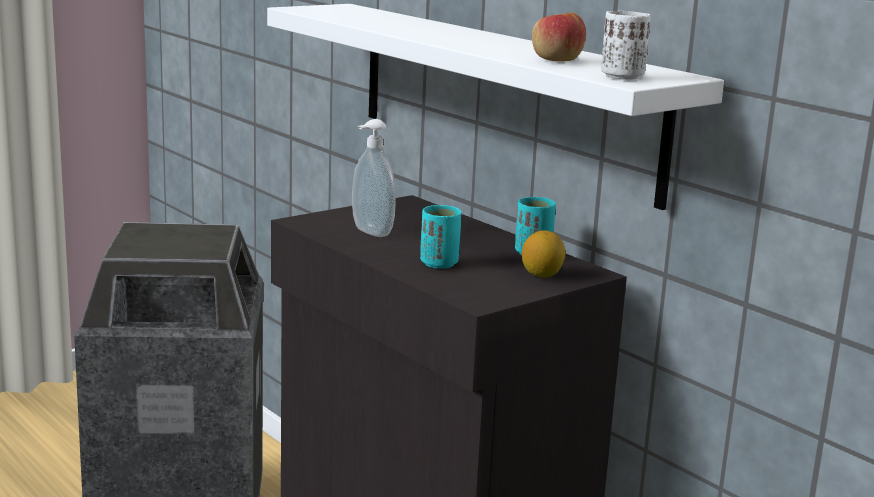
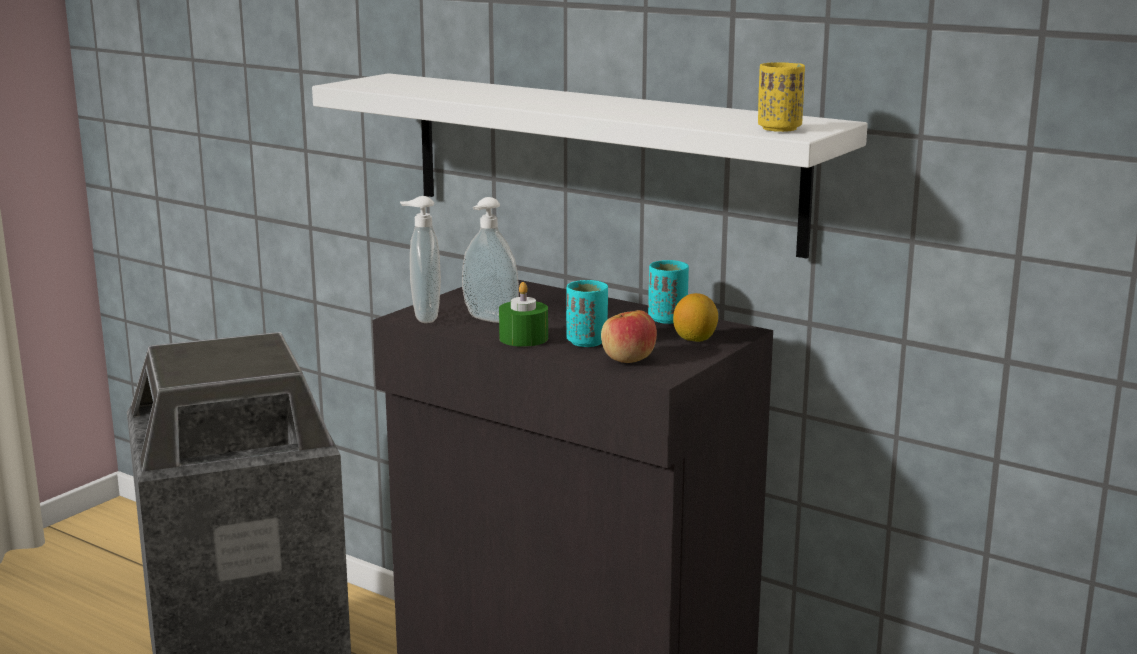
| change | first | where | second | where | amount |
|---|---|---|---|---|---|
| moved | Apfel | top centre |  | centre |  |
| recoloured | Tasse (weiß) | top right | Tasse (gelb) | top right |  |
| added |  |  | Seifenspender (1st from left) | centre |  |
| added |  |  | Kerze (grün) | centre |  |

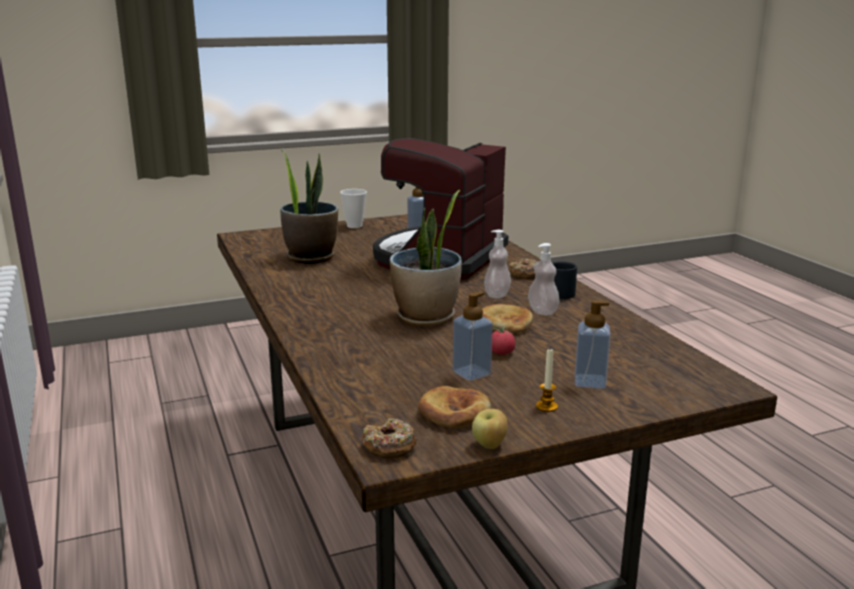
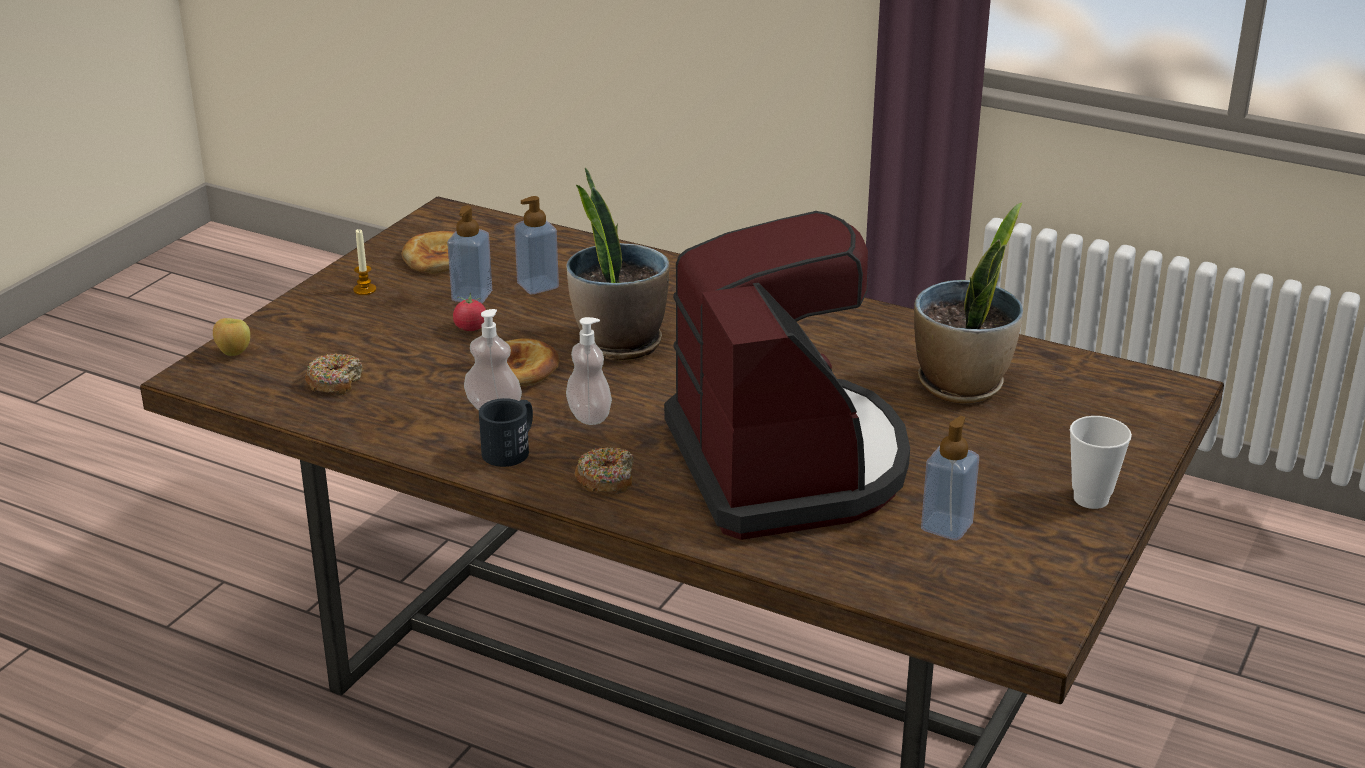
| change | first | where | second | where | amount |
|---|---|---|---|---|---|
| moved | Donut (1st from left) | bottom centre |  | middle left |  |
| moved | Apfel | bottom centre |  | middle left |  |
| moved | Seifenspender (5th from left in the first image) | middle right | Seifenspender (3rd from left) | top centre |  |

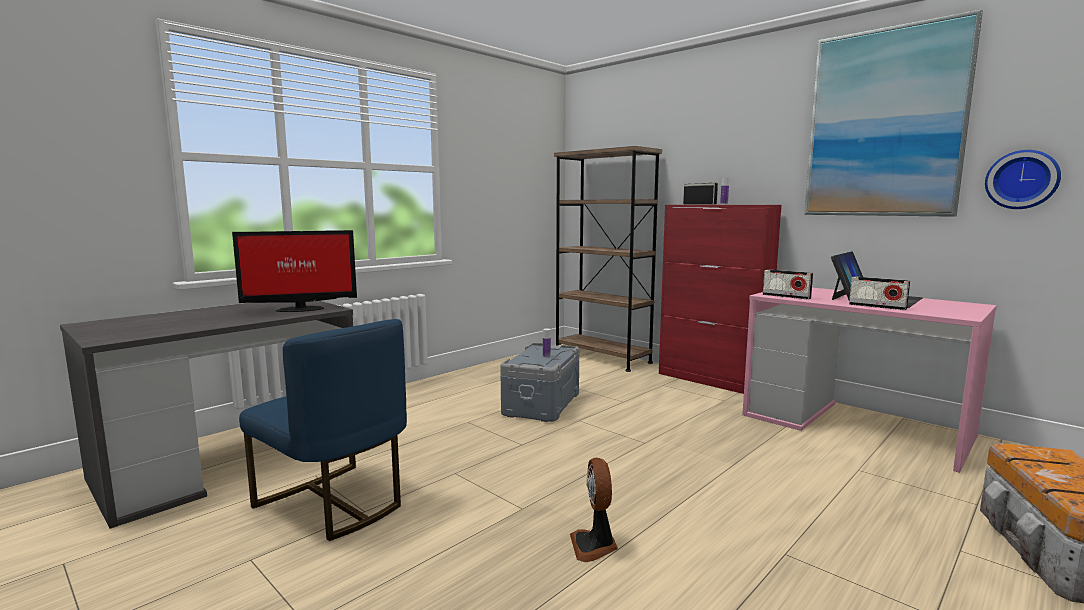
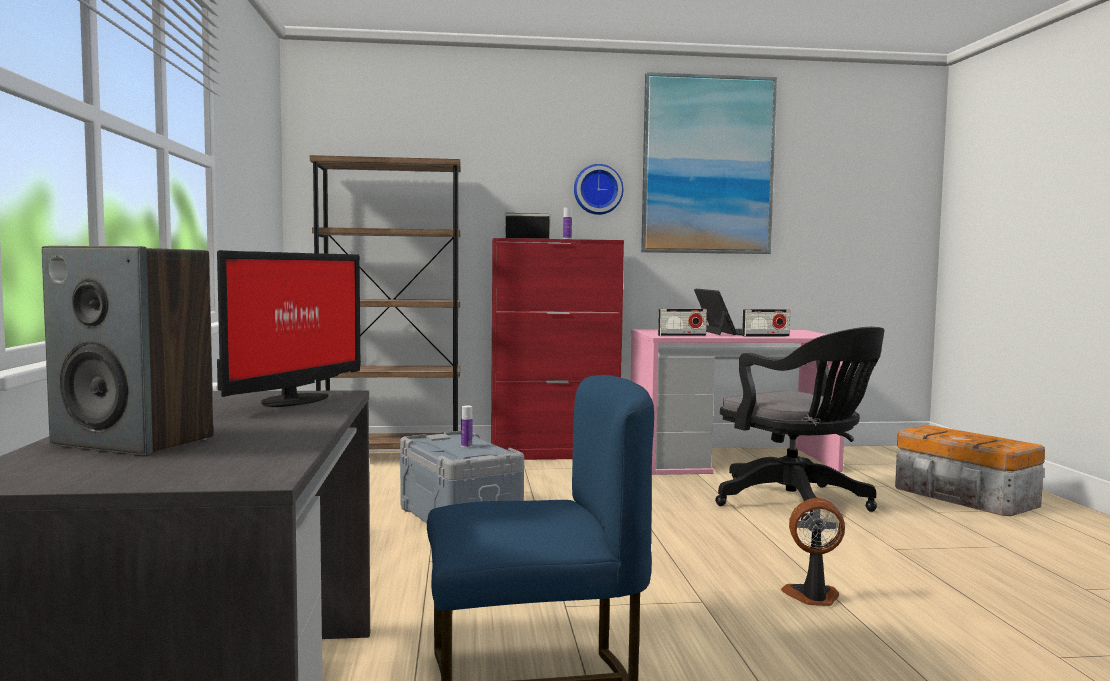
| change | first | where | second | where | amount |
|---|---|---|---|---|---|
| turned | Ventilator | bottom centre |  | bottom right | 150 degrees clockwise |
| moved | Wanduhr | top right |  | top centre |  |
| added |  |  | Lautsprecher | middle left |  |
| added |  |  | Bürostuhl (schwarz) | middle right |  |

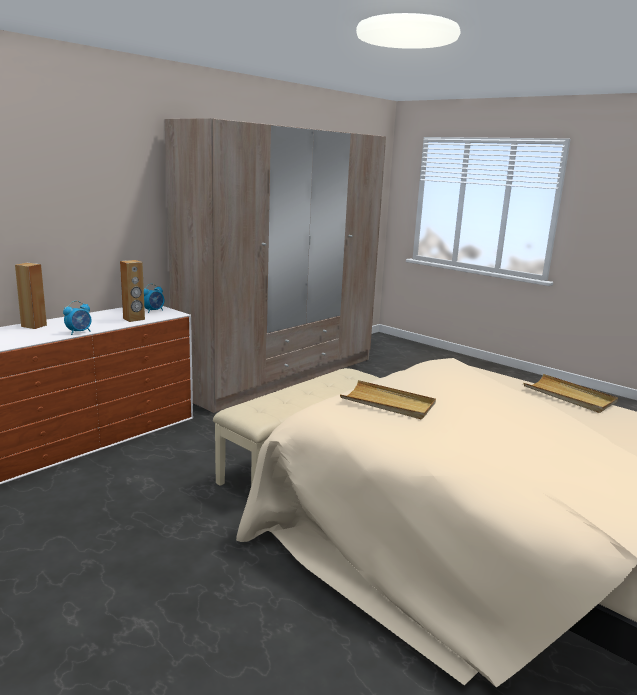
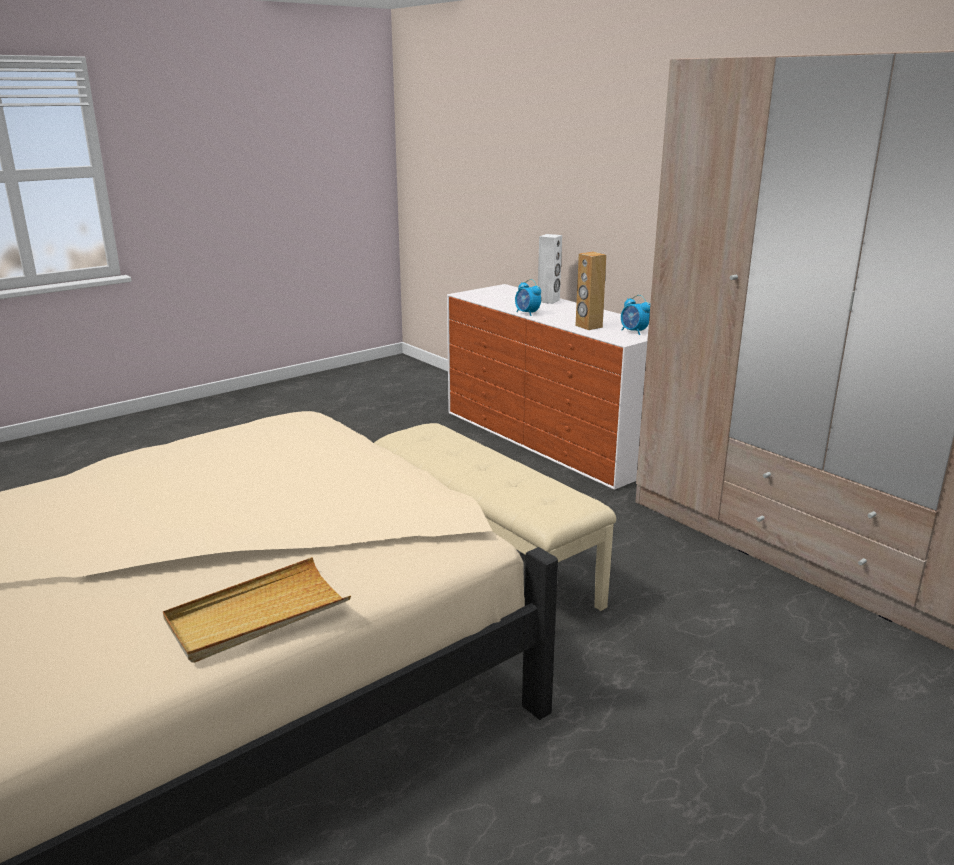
| change | first | where | second | where | amount |
|---|---|---|---|---|---|
| recoloured | Lautsprecher (braun) (1st from left) | middle left | Lautsprecher (weiß) | top centre |  |
| removed | Tablett (beige) (1st from left) | centre |  |  |  |

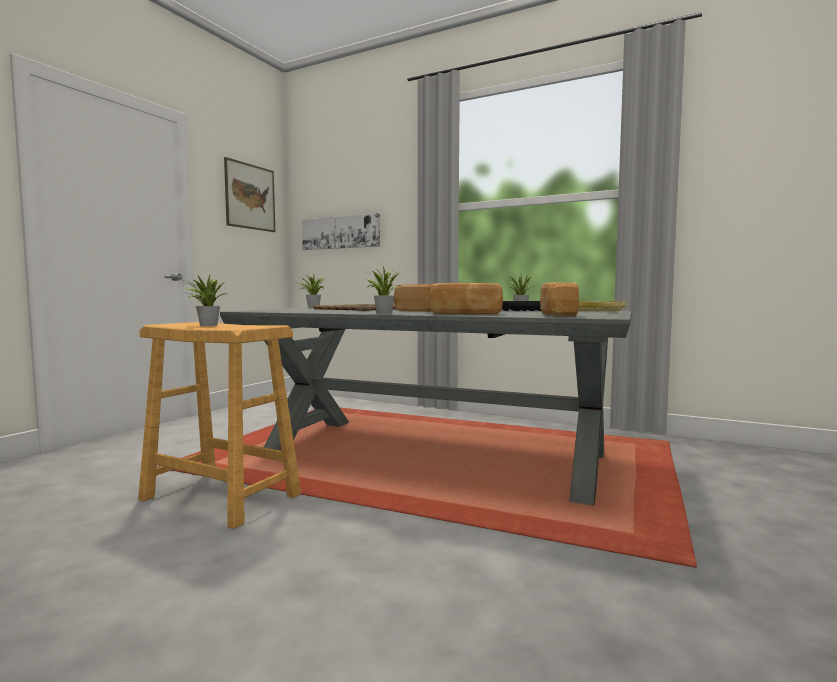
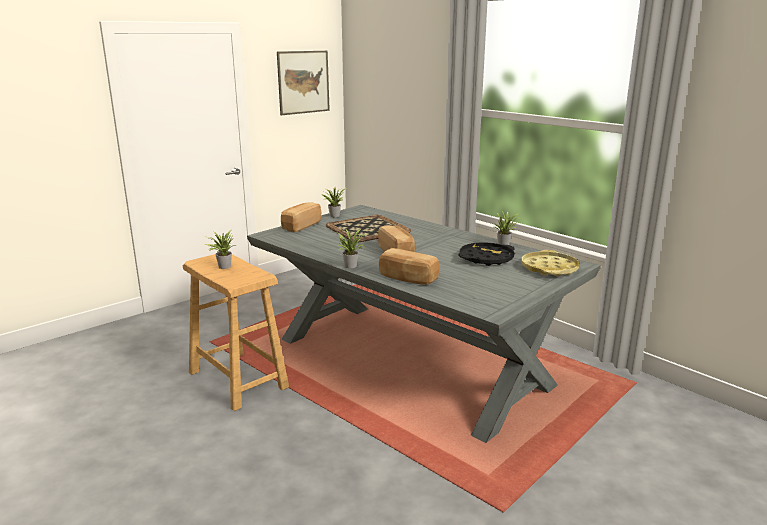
| change | first | where | second | where | amount |
|---|---|---|---|---|---|
| removed | Bild (2nd from left) | centre |  |  |  |
| moved | Brot (3rd from left in the first image) | middle right | Brot (1st from left) | centre |  |

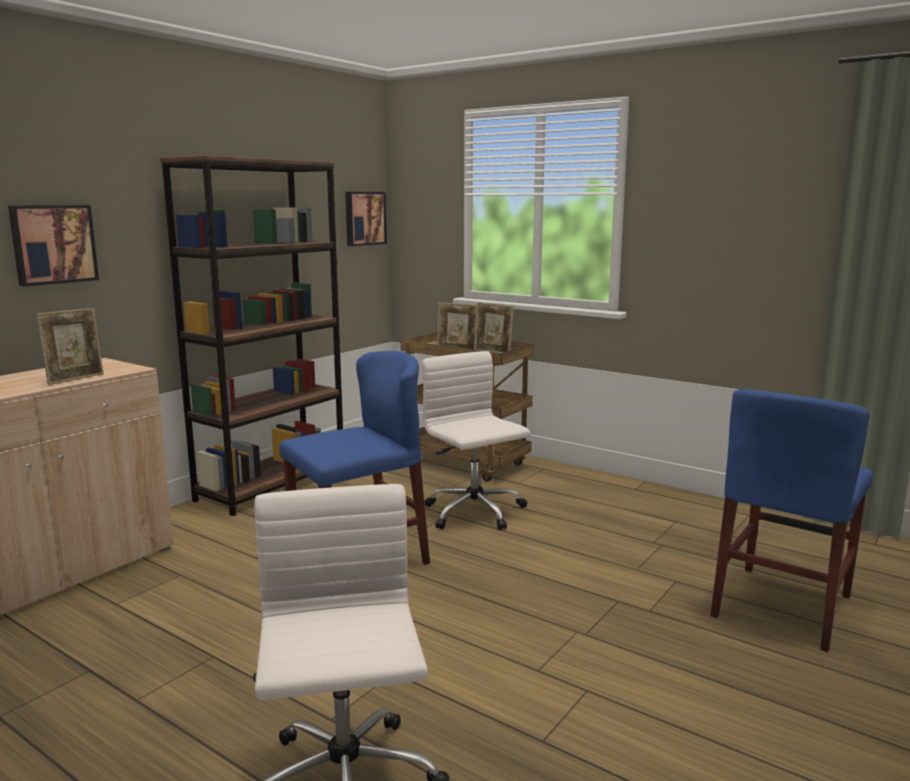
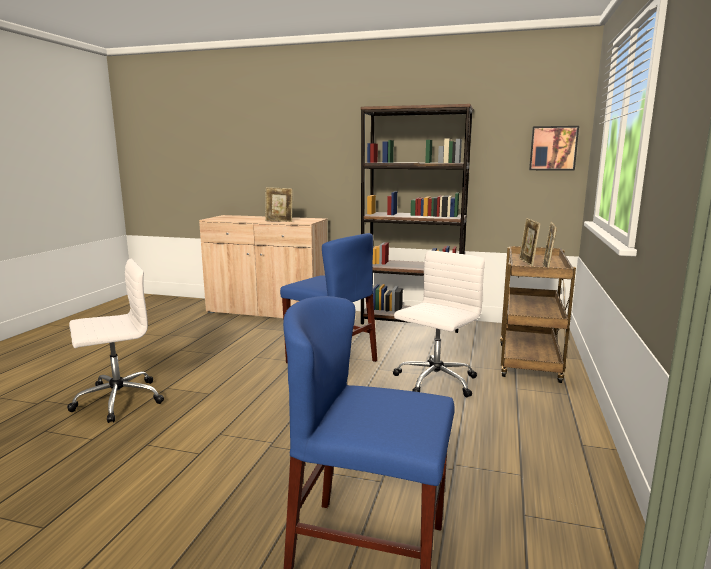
| change | first | where | second | where | amount |
|---|---|---|---|---|---|
| removed | Bild (1st from left) | top left |  |  |  |

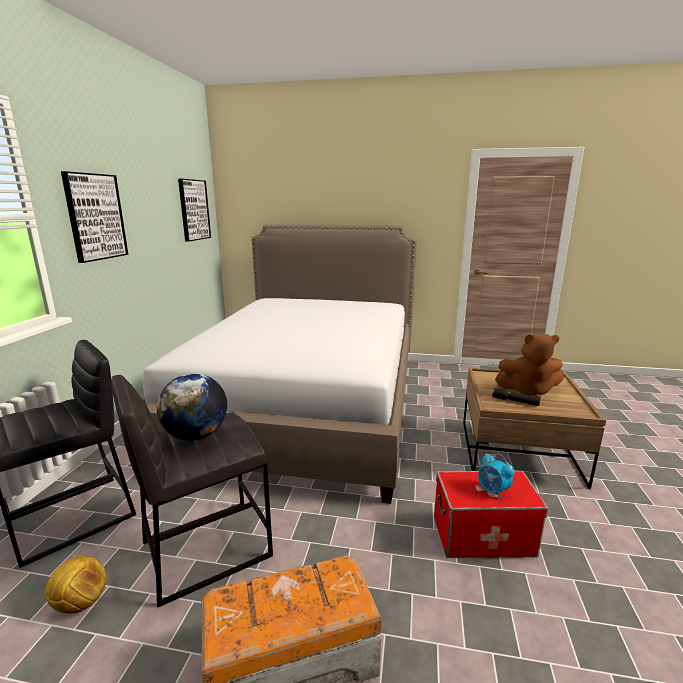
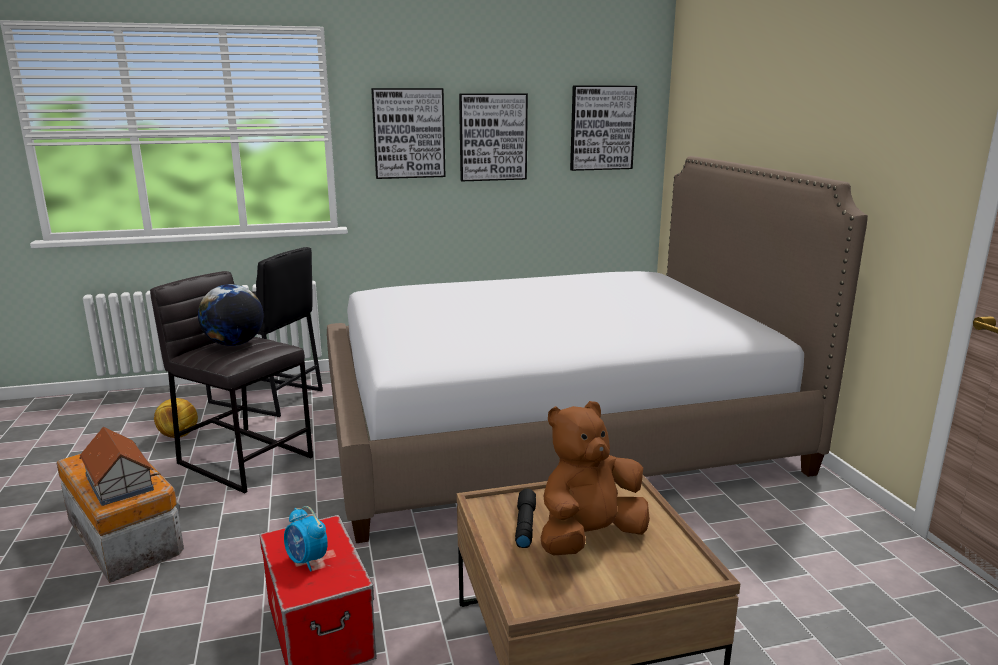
| change | first | where | second | where | amount |
|---|---|---|---|---|---|
| turned | Wecker | bottom right |  | bottom left | 75 degrees counterclockwise |
| turned | Plüschtier (braun) | middle right |  | bottom centre | 75 degrees clockwise |
| added |  |  | Spielzeughaus | bottom left |  |
| added |  |  | Bild (2nd from left) | top centre |  |

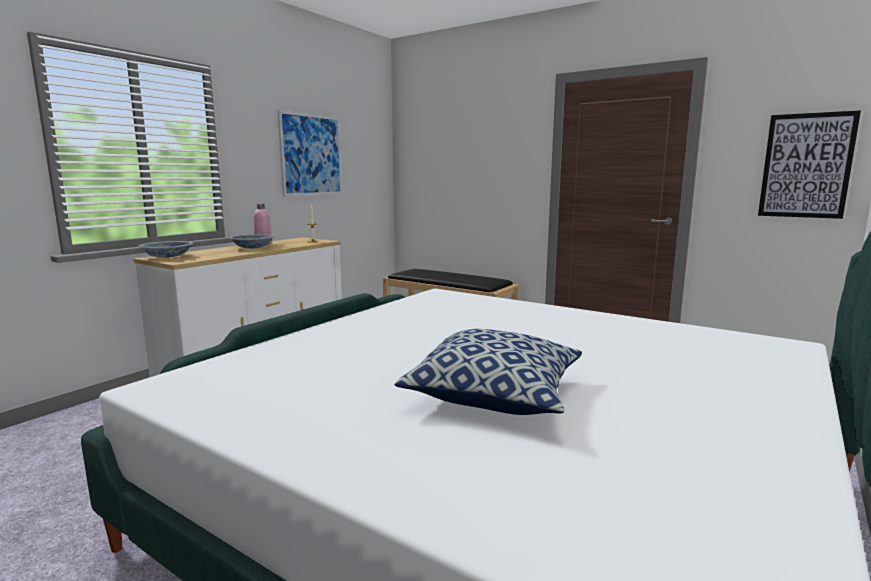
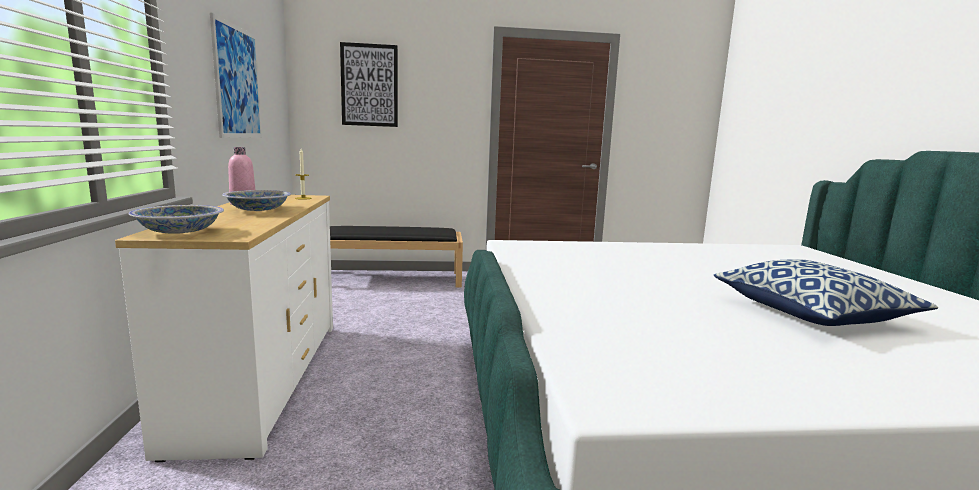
| change | first | where | second | where | amount |
|---|---|---|---|---|---|
| moved | Bild (2nd from left) | top right |  | top centre |  |

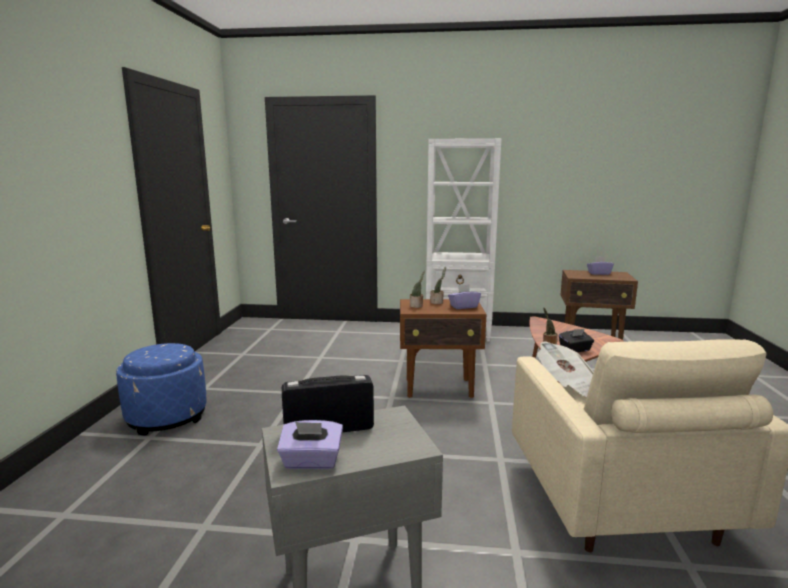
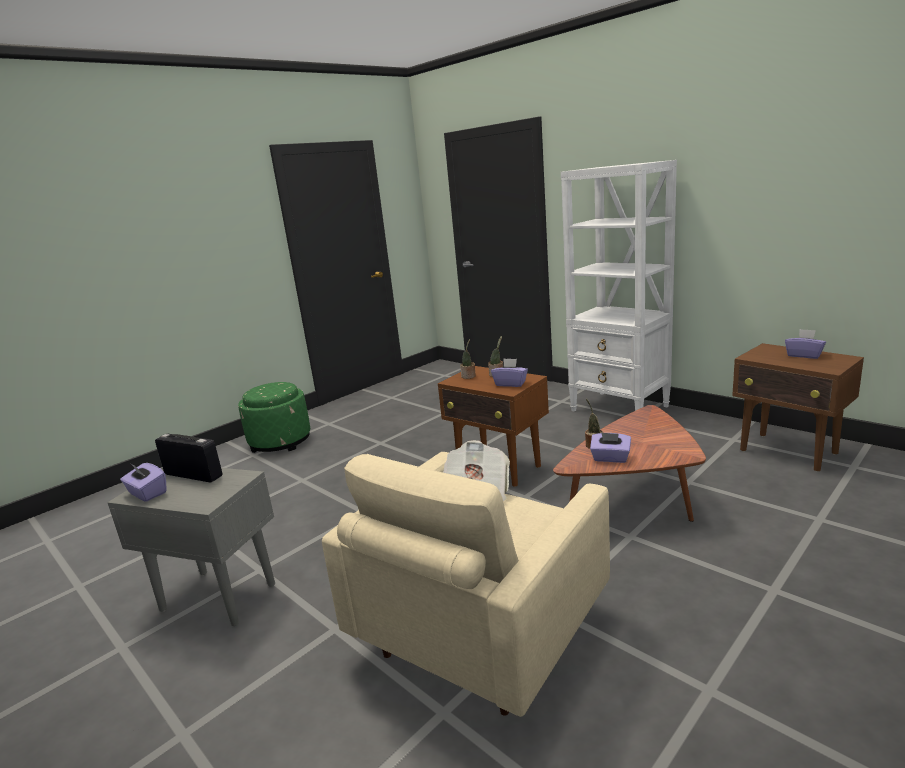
| change | first | where | second | where | amount |
|---|---|---|---|---|---|
| recoloured | Polsterhocker (blau) | middle left | Polsterhocker (grün) | middle left |  |
| recoloured | Taschentuchbox (schwarz) | middle right | Taschentuchbox (lila) (3rd from left) | middle right |  |

